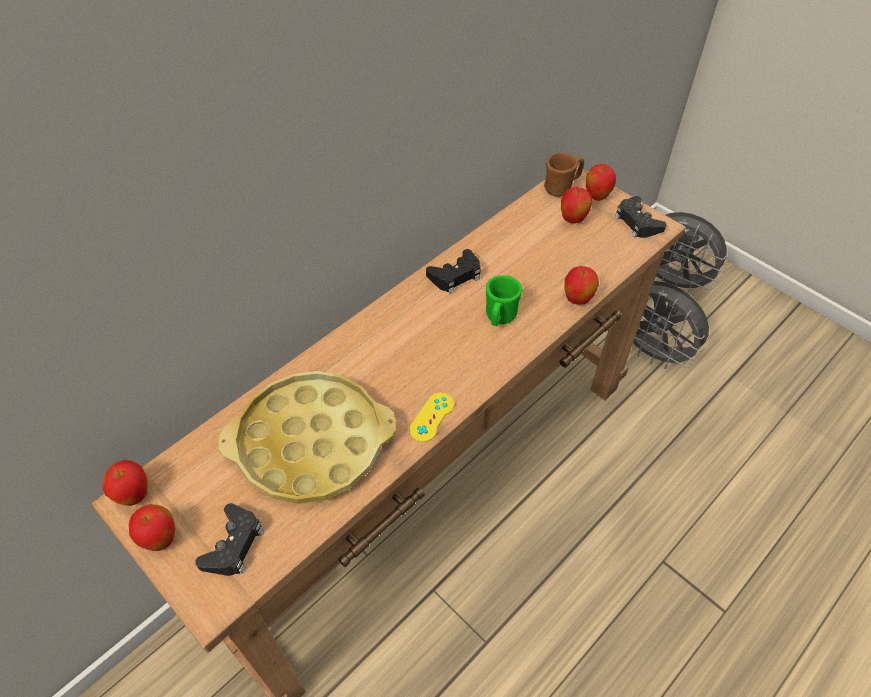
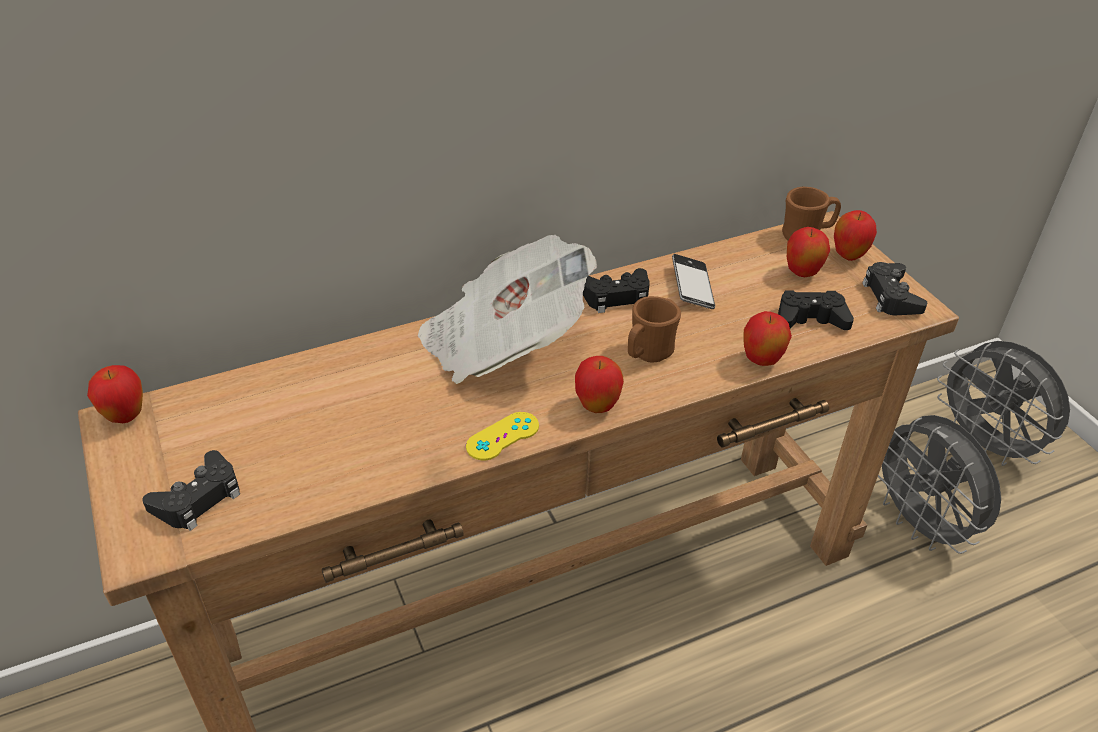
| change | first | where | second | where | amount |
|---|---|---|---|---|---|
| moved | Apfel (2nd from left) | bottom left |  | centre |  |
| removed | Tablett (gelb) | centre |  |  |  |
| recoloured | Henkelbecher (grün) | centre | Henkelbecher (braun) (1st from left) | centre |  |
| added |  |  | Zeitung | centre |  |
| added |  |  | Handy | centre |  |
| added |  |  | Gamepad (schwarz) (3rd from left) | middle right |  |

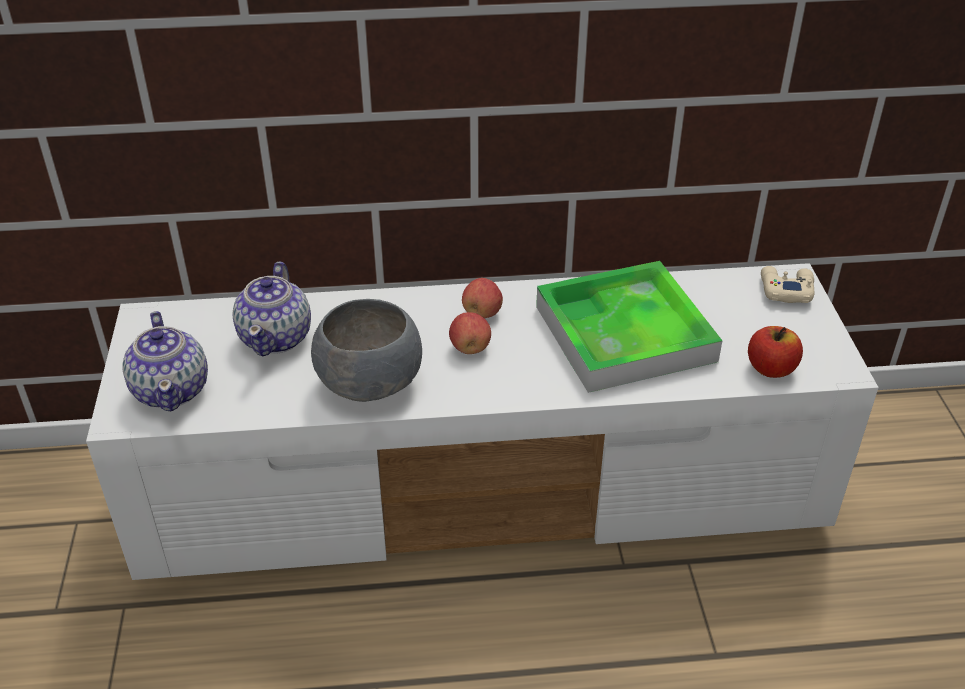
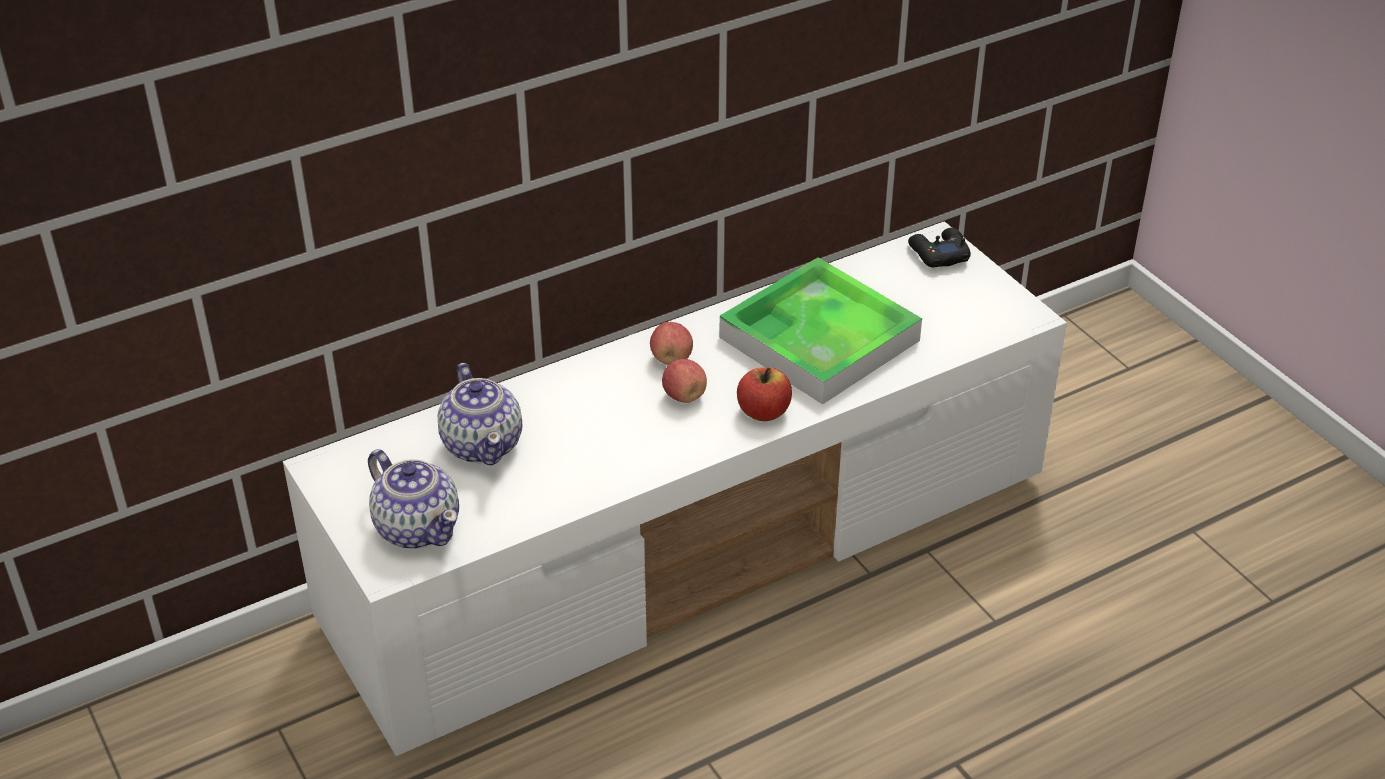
| change | first | where | second | where | amount |
|---|---|---|---|---|---|
| removed | Schüssel (grau) | centre |  |  |  |
| moved | Apfel (3rd from left) | middle right |  | centre |  |
| recoloured | Gamepad (beige) | middle right | Gamepad (schwarz) | top right |  |

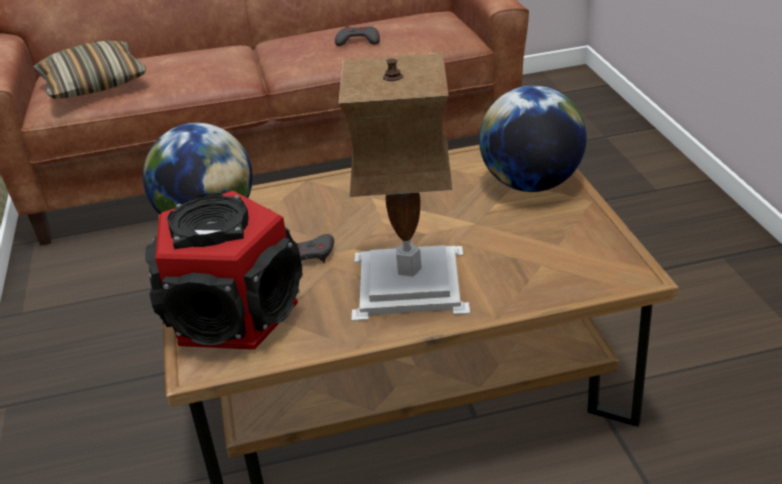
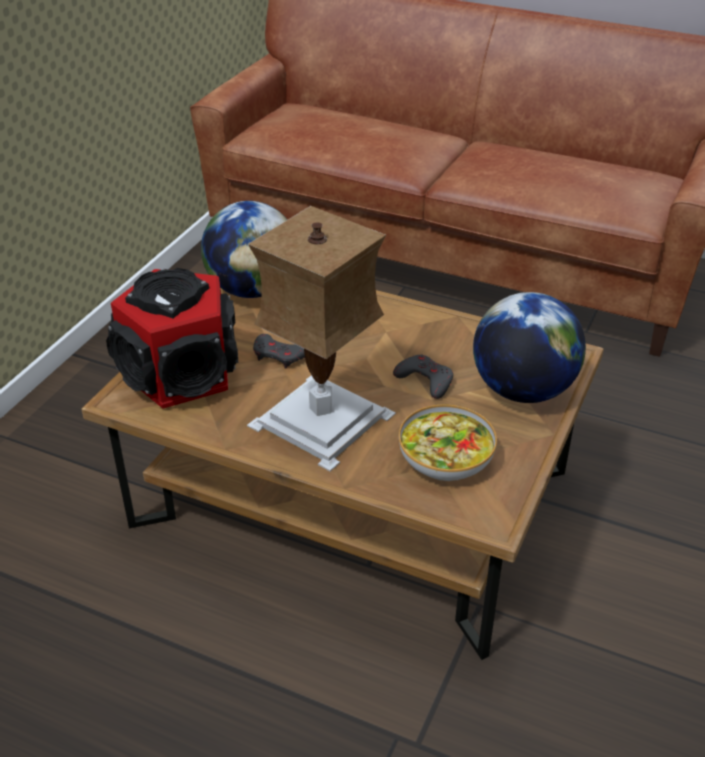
| change | first | where | second | where | amount |
|---|---|---|---|---|---|
| removed | Kissen | top left |  |  |  |
| moved | Gamepad (grau) (2nd from left) | top centre |  | centre |  |
| added |  |  | Schüssel | centre |  |

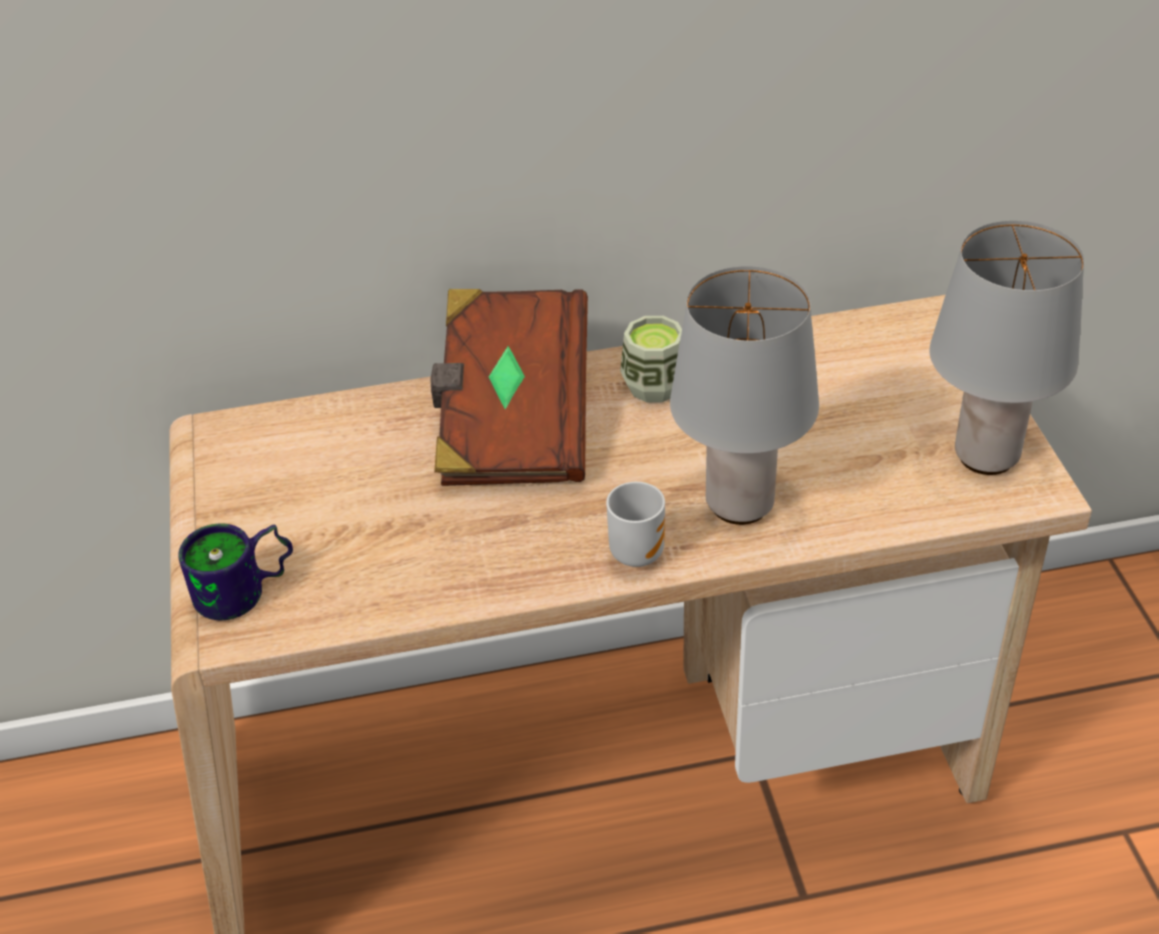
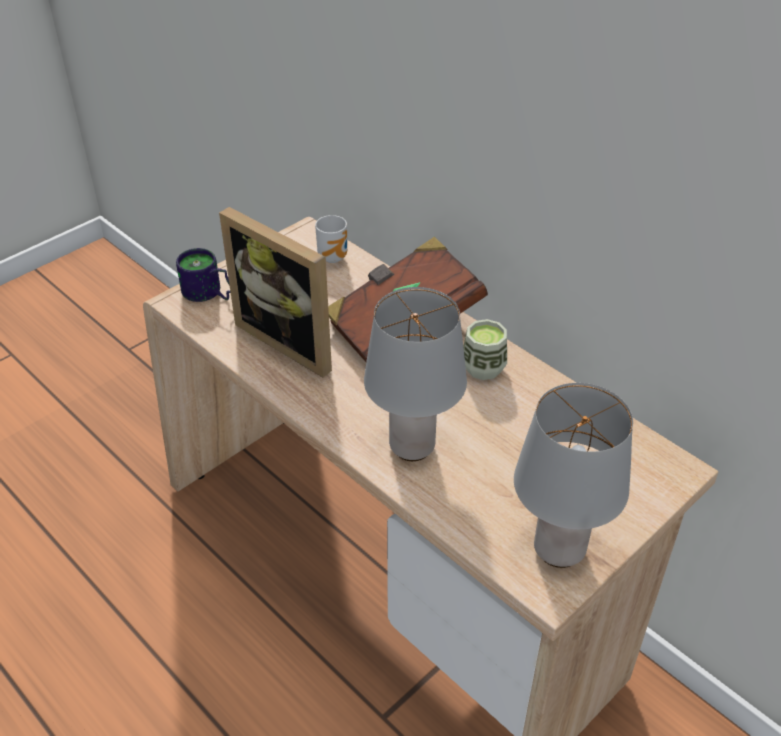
| change | first | where | second | where | amount |
|---|---|---|---|---|---|
| moved | Henkelbecher (2nd from left) | centre |  | top centre |  |
| added |  |  | Bilderrahmen | centre |  |

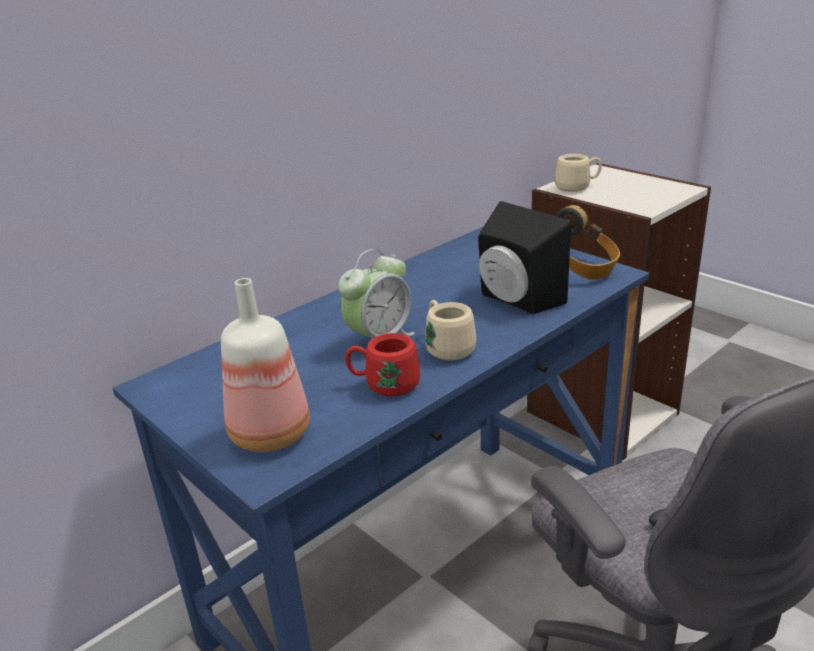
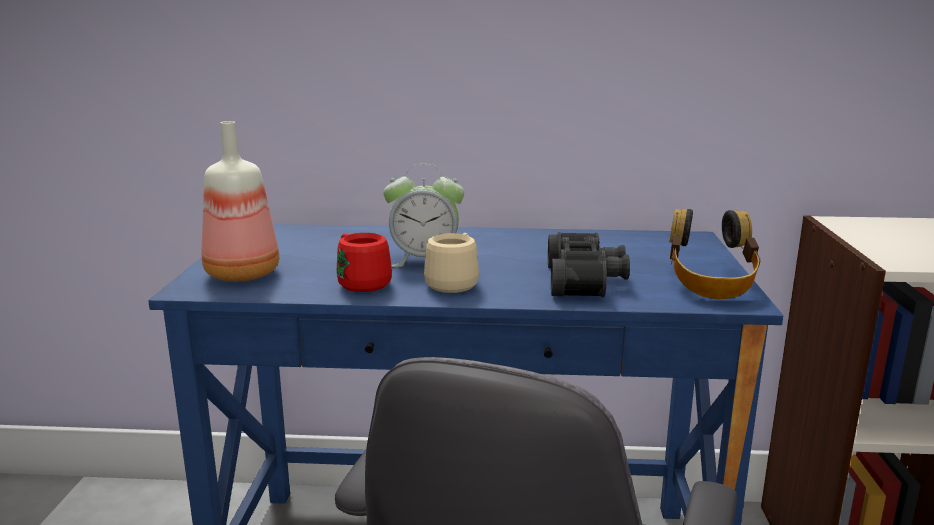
| change | first | where | second | where | amount |
|---|---|---|---|---|---|
| replaced | Lautsprecher (schwarz) | centre | Fernglas (schwarz) | centre |  |
| removed | Henkelbecher (beige) (2nd from left) | top right |  |  |  |

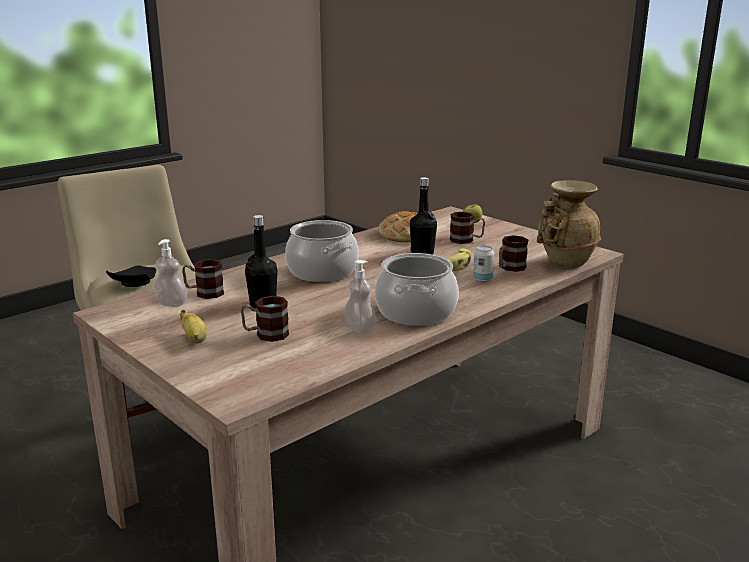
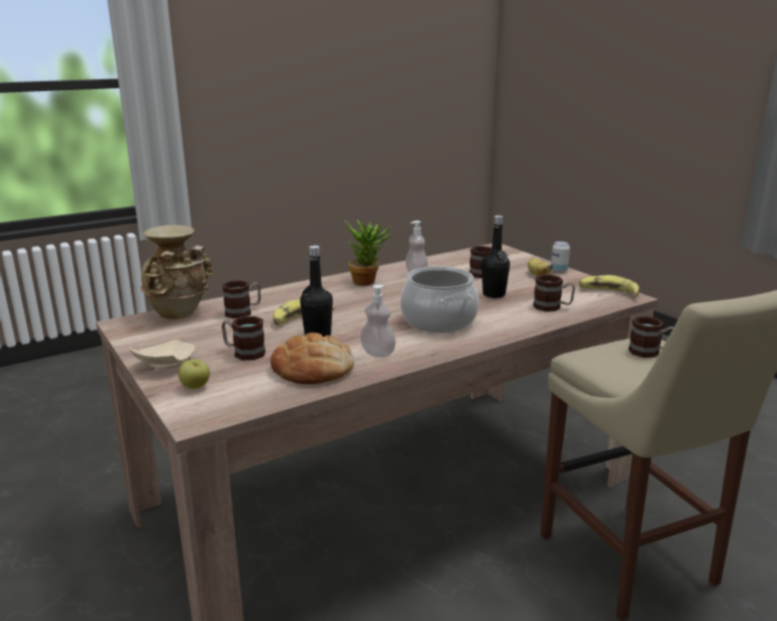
| change | first | where | second | where | amount |
|---|---|---|---|---|---|
| replaced | Teller (schwarz) | middle left | Henkelbecher (5th from left) | middle right |  |
| moved | Seifenspender (1st from left) | middle left |  | centre |  |
| replaced | Kochtopf (2nd from left) | centre | Topfpflanze | centre |  |
| moved | Dose | centre |  | middle right |  |
| added |  |  | Teller (beige) | middle left |  |
| added |  |  | Banane (3rd from left) | middle right |  |

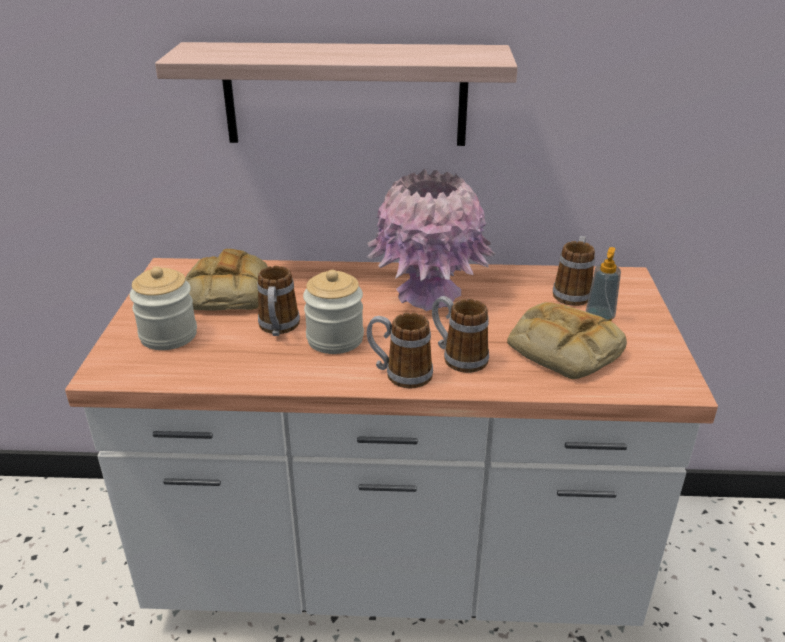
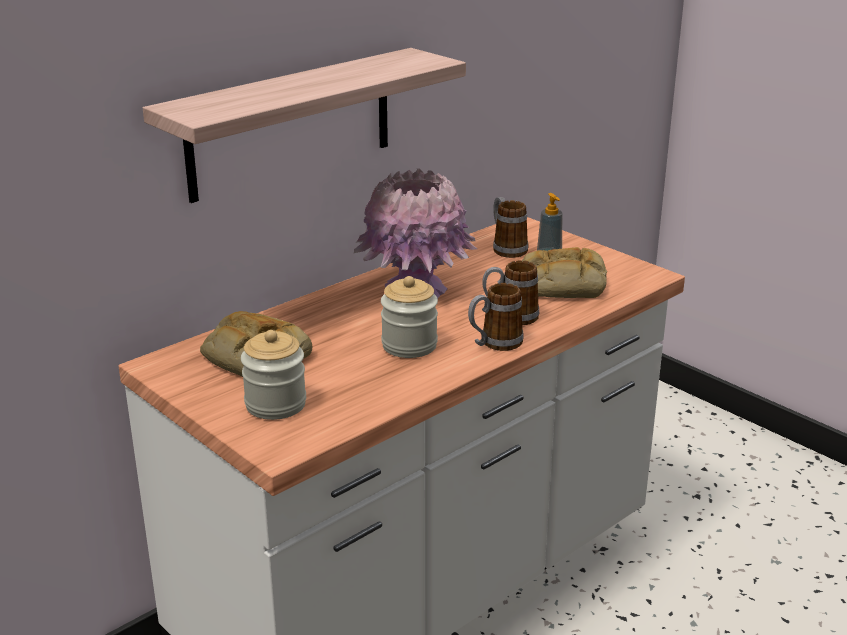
| change | first | where | second | where | amount |
|---|---|---|---|---|---|
| removed | Henkelbecher (1st from left) | centre |  |  |  |

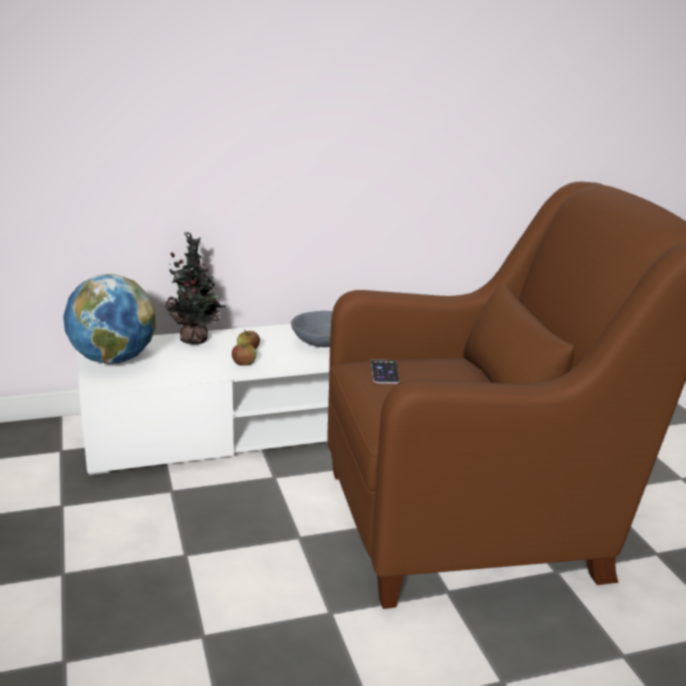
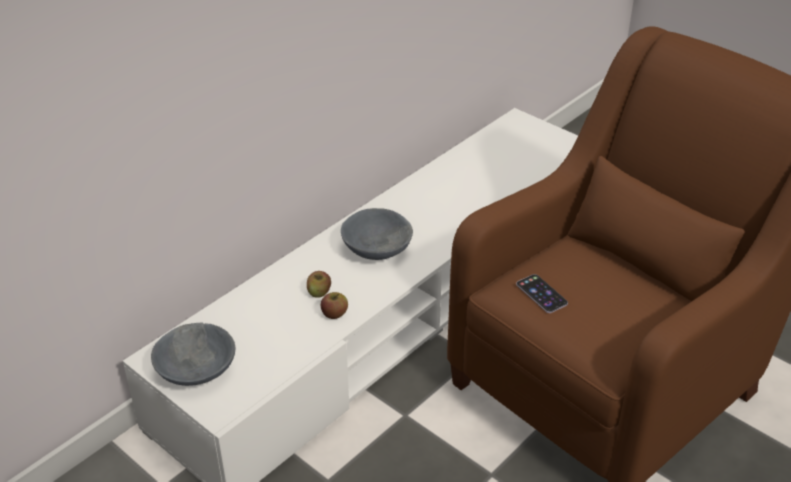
| change | first | where | second | where | amount |
|---|---|---|---|---|---|
| replaced | Globus | middle left | Schüssel (grau) (1st from left) | bottom left |  |
| removed | Topfpflanze | middle left |  |  |  |

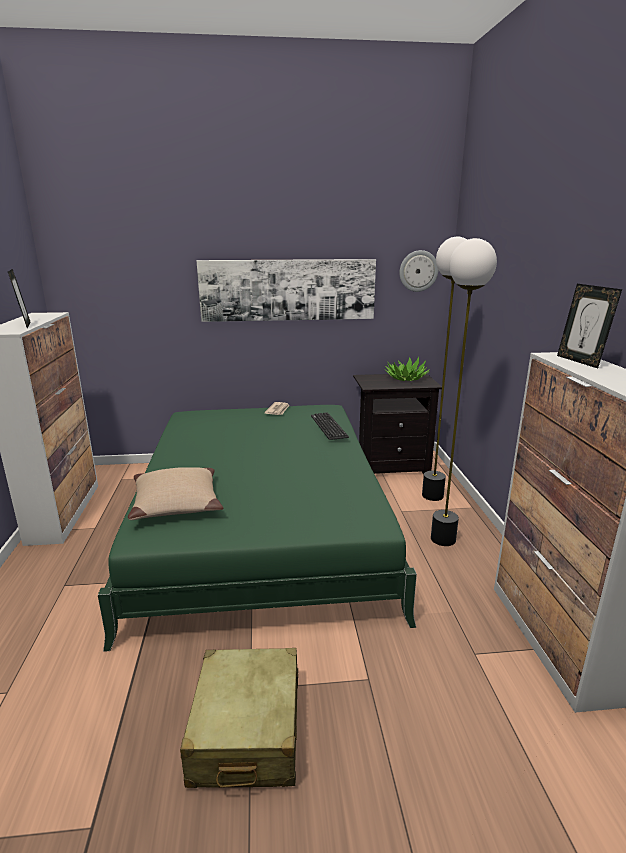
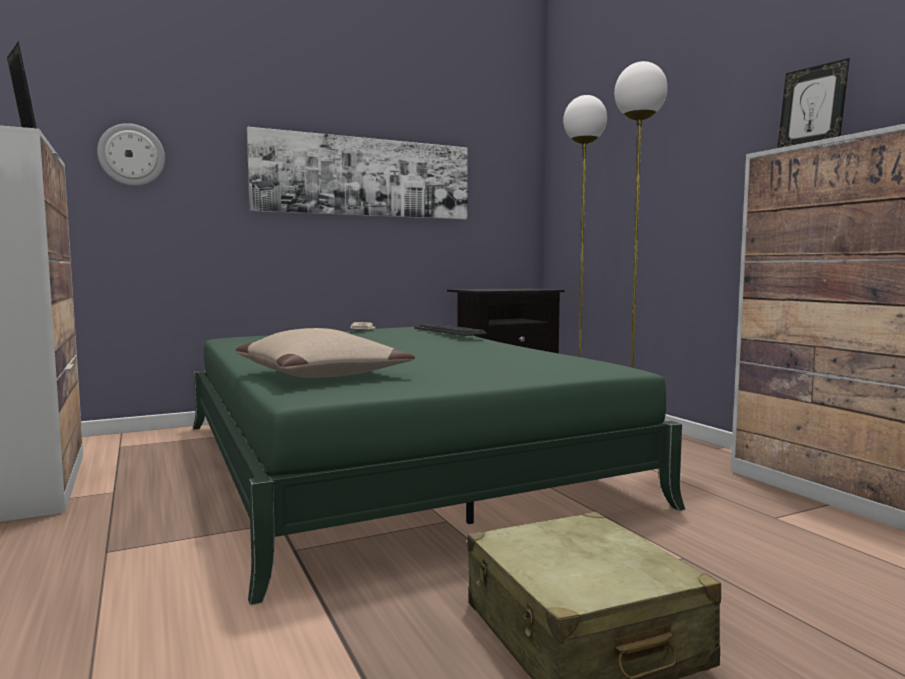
| change | first | where | second | where | amount |
|---|---|---|---|---|---|
| removed | Topfpflanze | centre |  |  |  |
| moved | Wanduhr | top right |  | top left |  |

